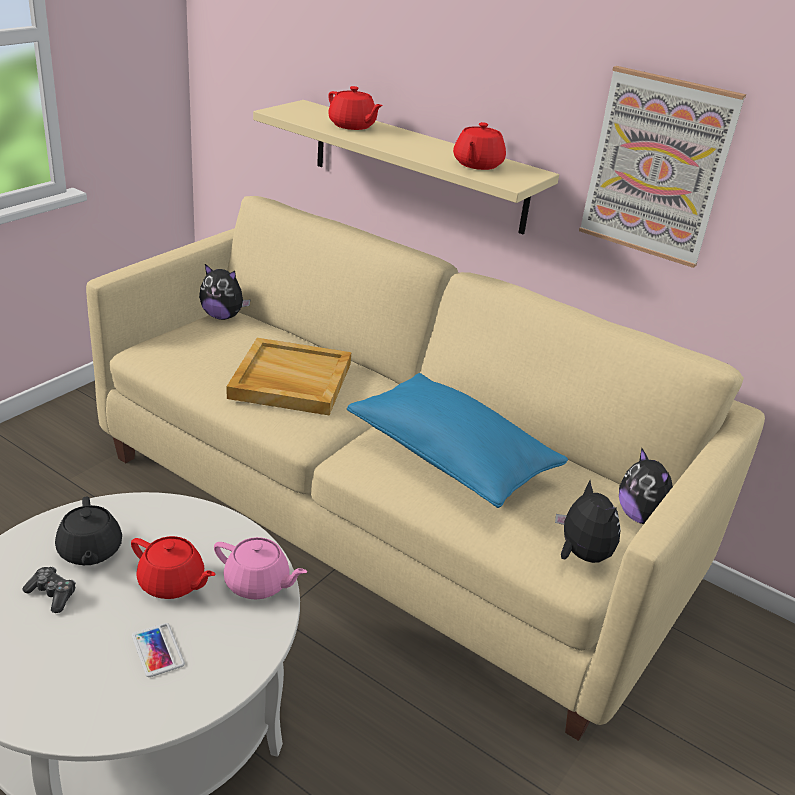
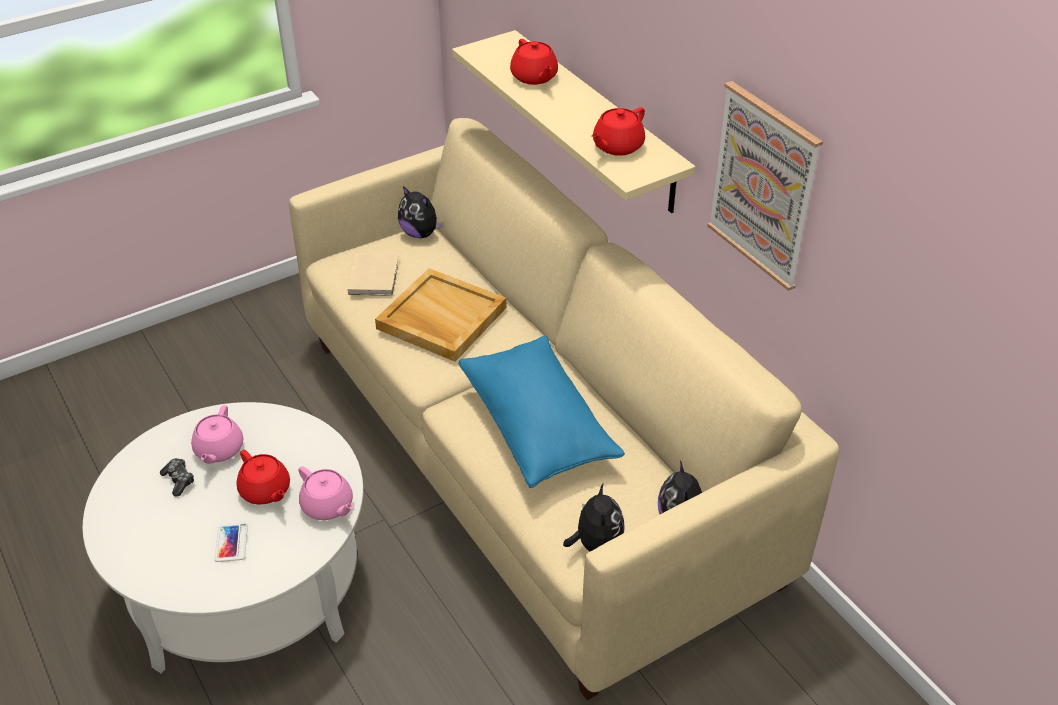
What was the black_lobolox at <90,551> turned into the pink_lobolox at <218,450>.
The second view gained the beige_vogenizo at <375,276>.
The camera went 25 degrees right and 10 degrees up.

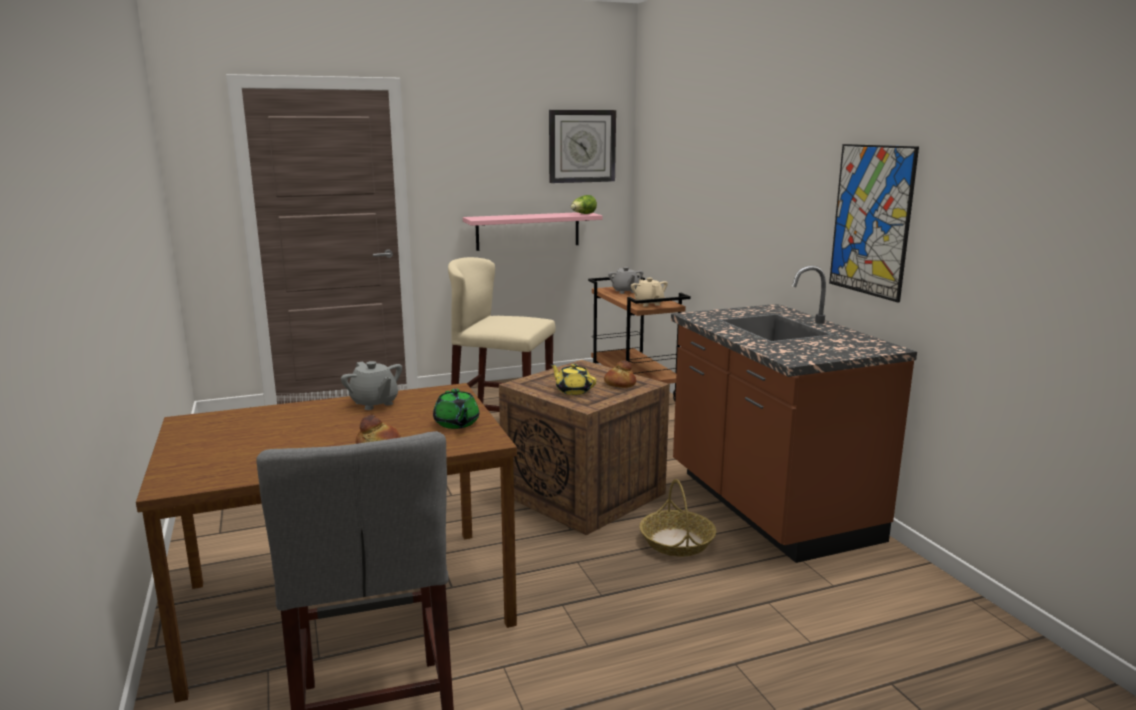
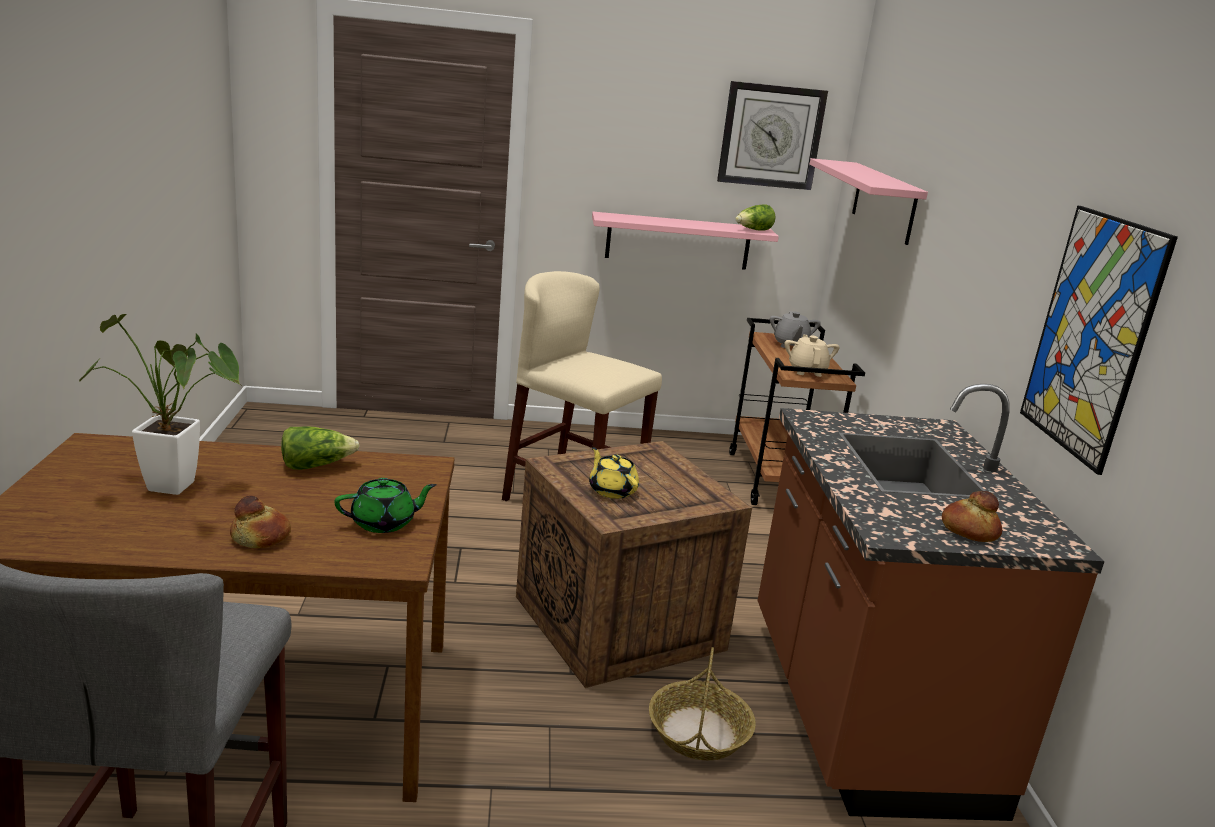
The second view gained the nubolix at <181,488>.
Where the grey_lobolox stood at <374,403>, the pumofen came to stand at <316,465>.
The green_lobolox at <456,423> ended up facing another way, 105 degrees counterclockwise from before.
The second view gained the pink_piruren at <883,202>.
The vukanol ended up elsewhere, having gone from <619,384> to <968,531>.
The camera went 15 degrees right and 5 degrees up.

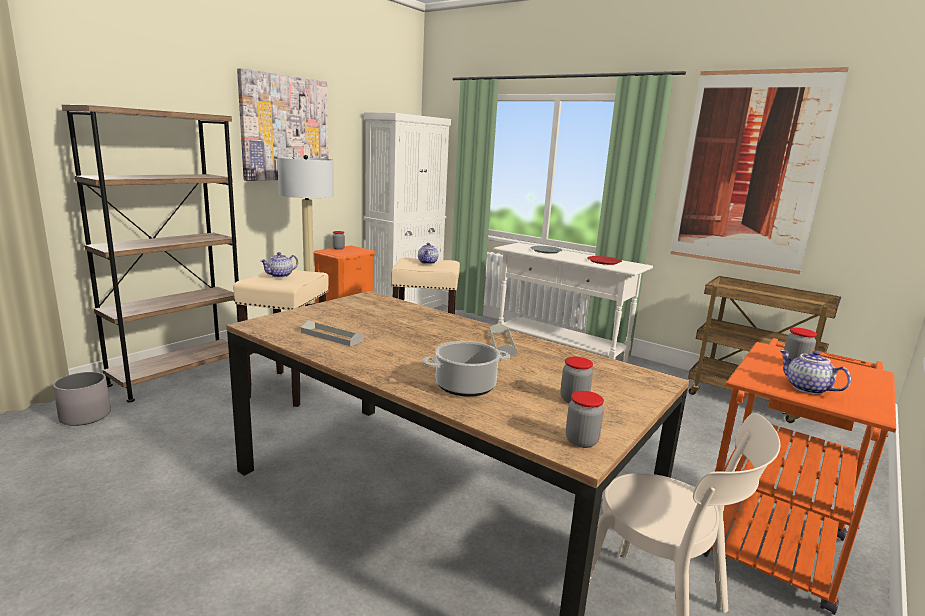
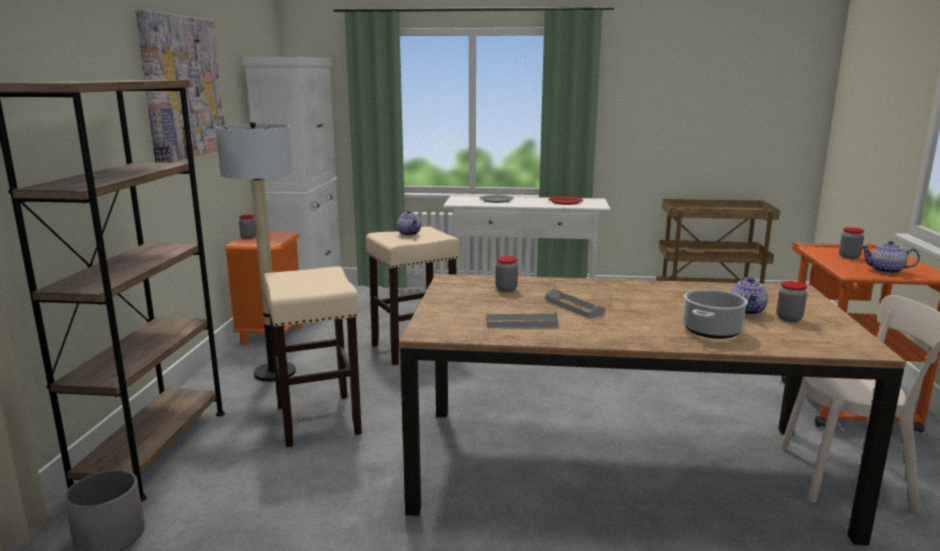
The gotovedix ended up elsewhere, having gone from <581,441> to <506,289>.
The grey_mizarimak ended up elsewhere, having gone from <502,343> to <574,307>.
The lobolox ended up elsewhere, having gone from <280,276> to <747,311>.
The second view lost the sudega at <749,171>.
The camera went 30 degrees left and 0 degrees up.

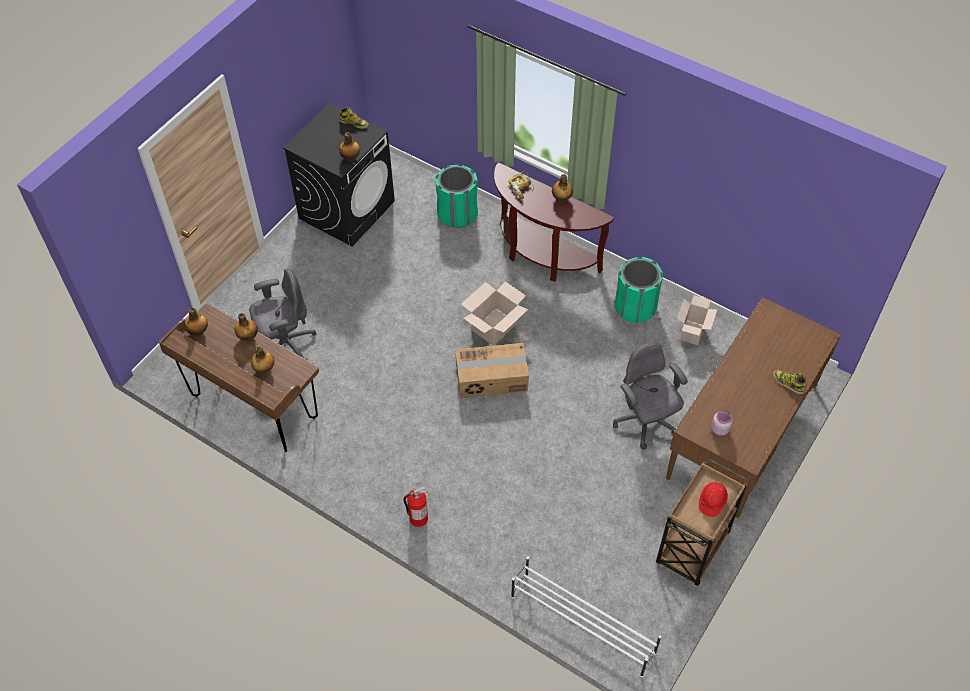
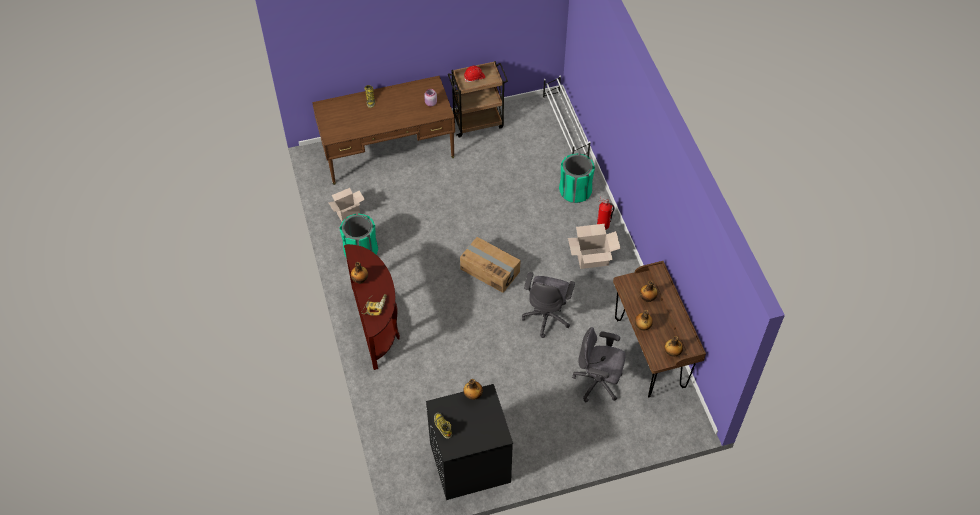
The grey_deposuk ended up elsewhere, having gone from <645,422> to <547,316>.
The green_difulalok ended up elsewhere, having gone from <457,213> to <575,191>.
The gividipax ended up elsewhere, having gone from <494,327> to <592,258>.
The camera went 140 degrees left and 0 degrees up.

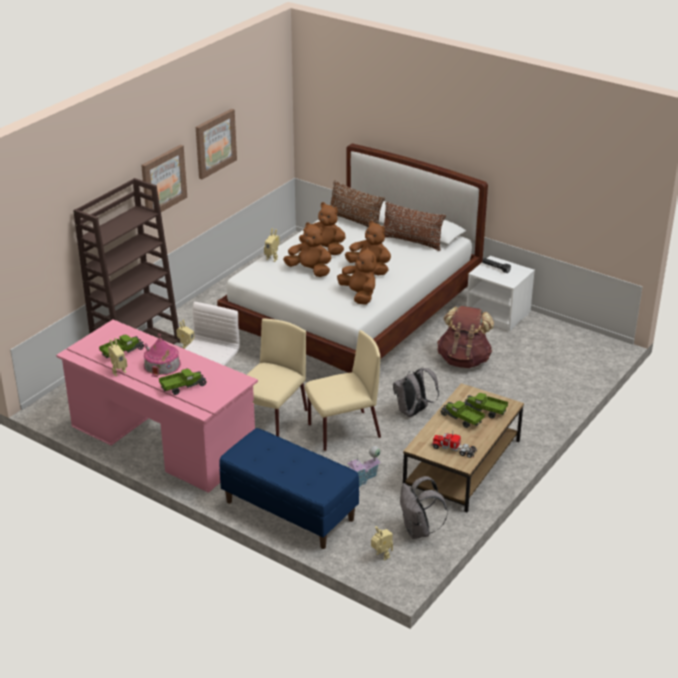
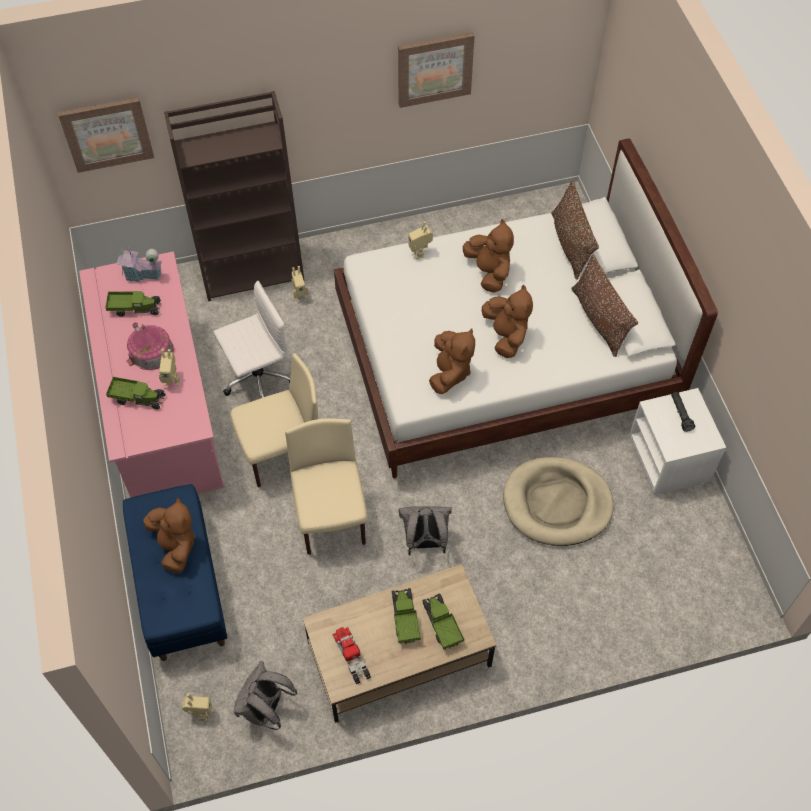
The sudega ended up elsewhere, having gone from <163,181> to <107,133>.
The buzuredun ended up elsewhere, having gone from <363,479> to <142,275>.
The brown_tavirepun ended up elsewhere, having gone from <310,270> to <175,545>.
The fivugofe ended up elsewhere, having gone from <118,371> to <172,379>.
The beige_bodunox at <343,431> ended up facing another way, 120 degrees counterclockwise from before.
Where the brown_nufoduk stood at <464,360>, the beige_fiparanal came to stand at <557,503>.
The camera went 40 degrees right and 25 degrees up.

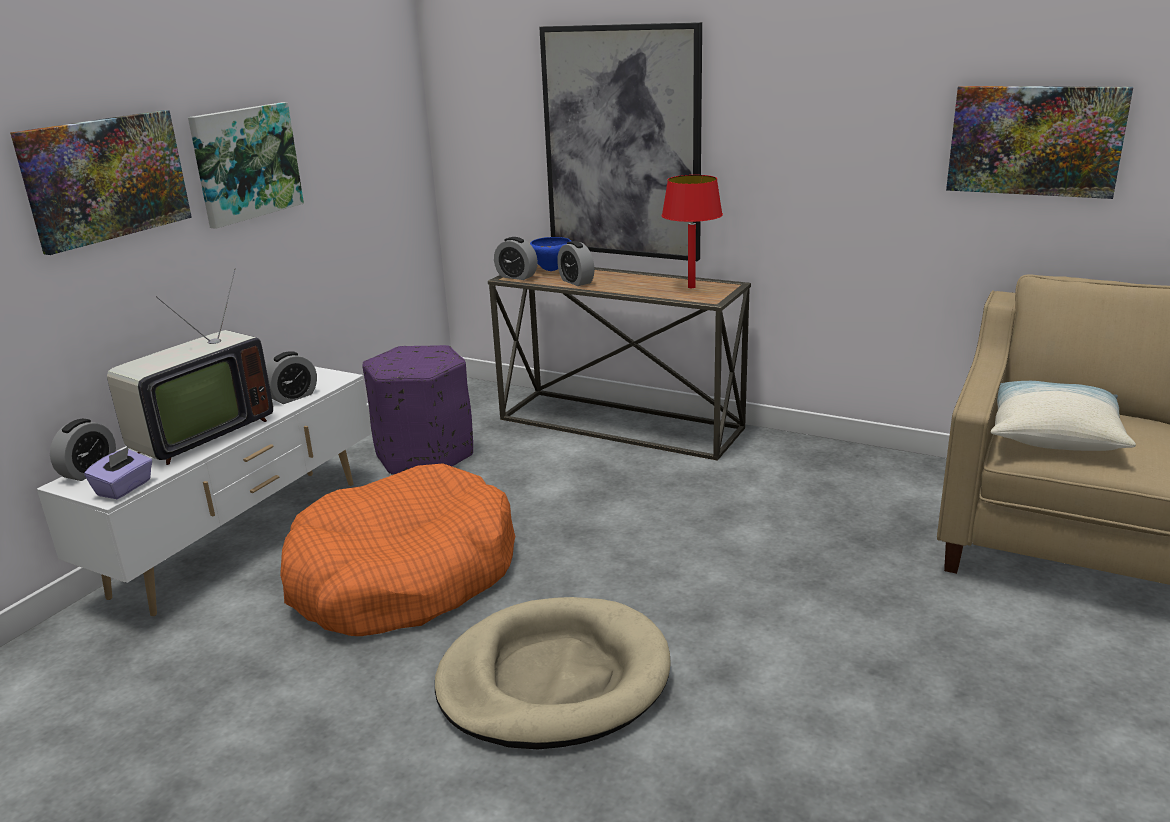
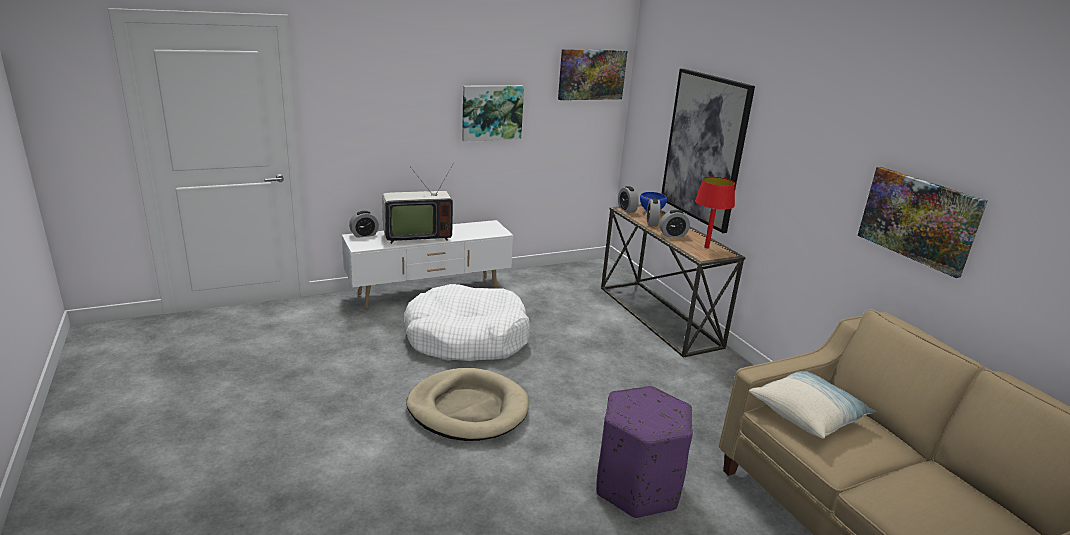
What was the orange_fiparanal at <403,576> turned into the white_fiparanal at <466,338>.
The sudega ended up elsewhere, having gone from <106,178> to <591,74>.
The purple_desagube ended up elsewhere, having gone from <425,455> to <637,487>.
The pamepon ended up elsewhere, having gone from <293,397> to <673,235>.
The second view lost the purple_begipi at <125,488>.
The camera went 35 degrees right and 0 degrees up.

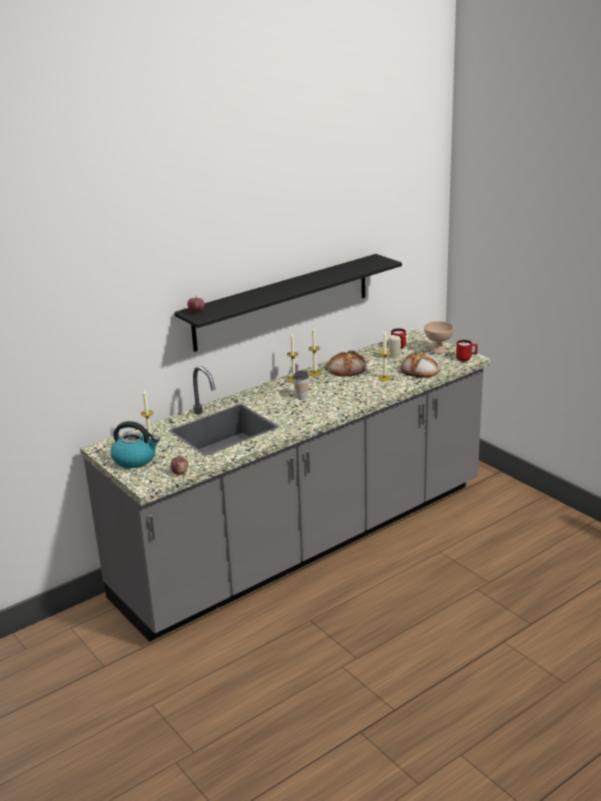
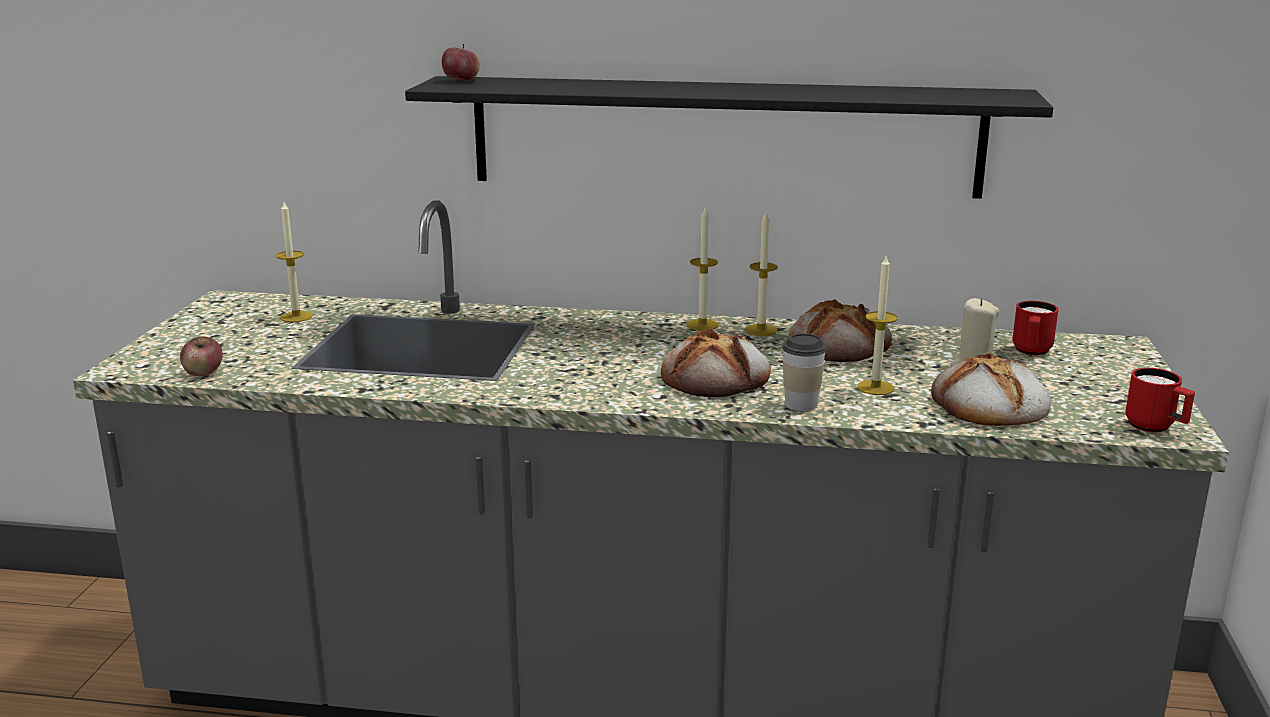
The second view gained the vukanol at <716,377>.
The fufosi ended up elsewhere, having gone from <301,396> to <801,404>.
The second view lost the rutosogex at <135,459>.
The second view lost the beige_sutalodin at <437,350>.
The camera went 45 degrees right and 5 degrees down.

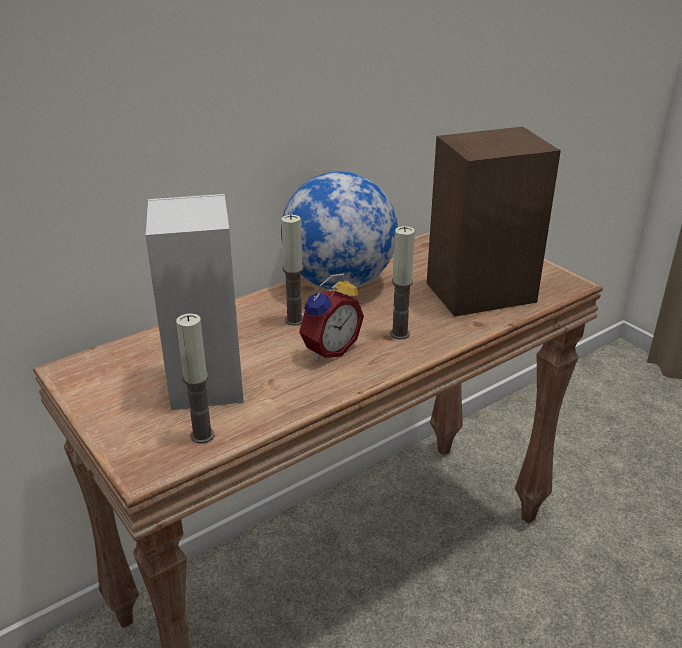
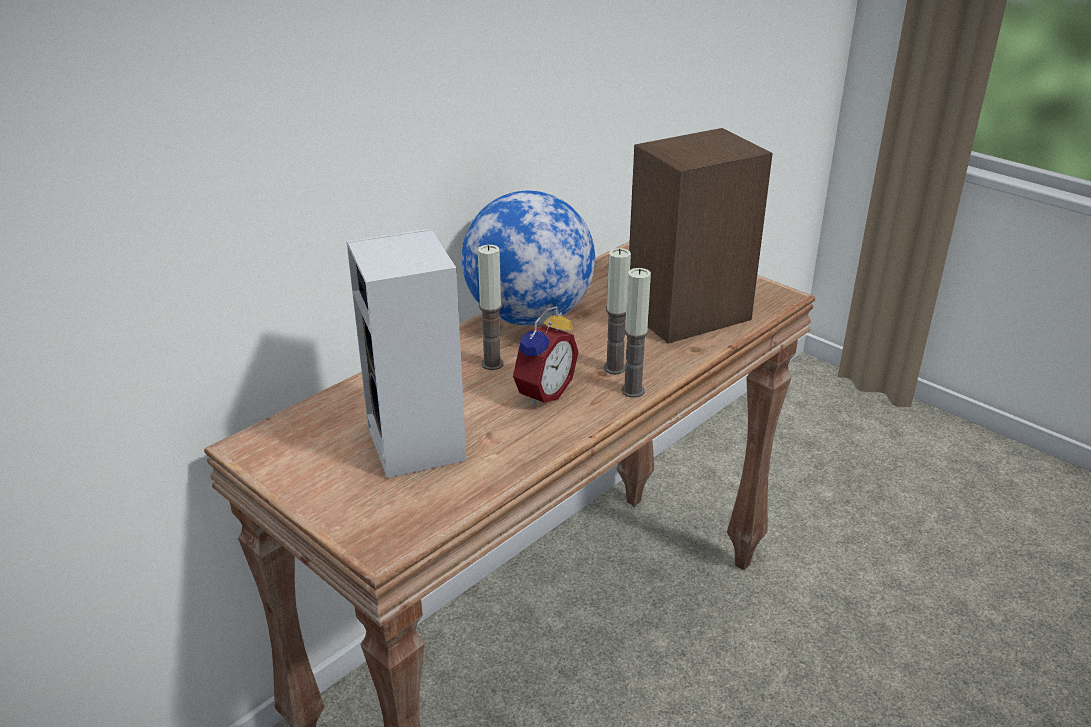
The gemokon ended up elsewhere, having gone from <202,435> to <633,391>.
The camera went 10 degrees left and 0 degrees up.

